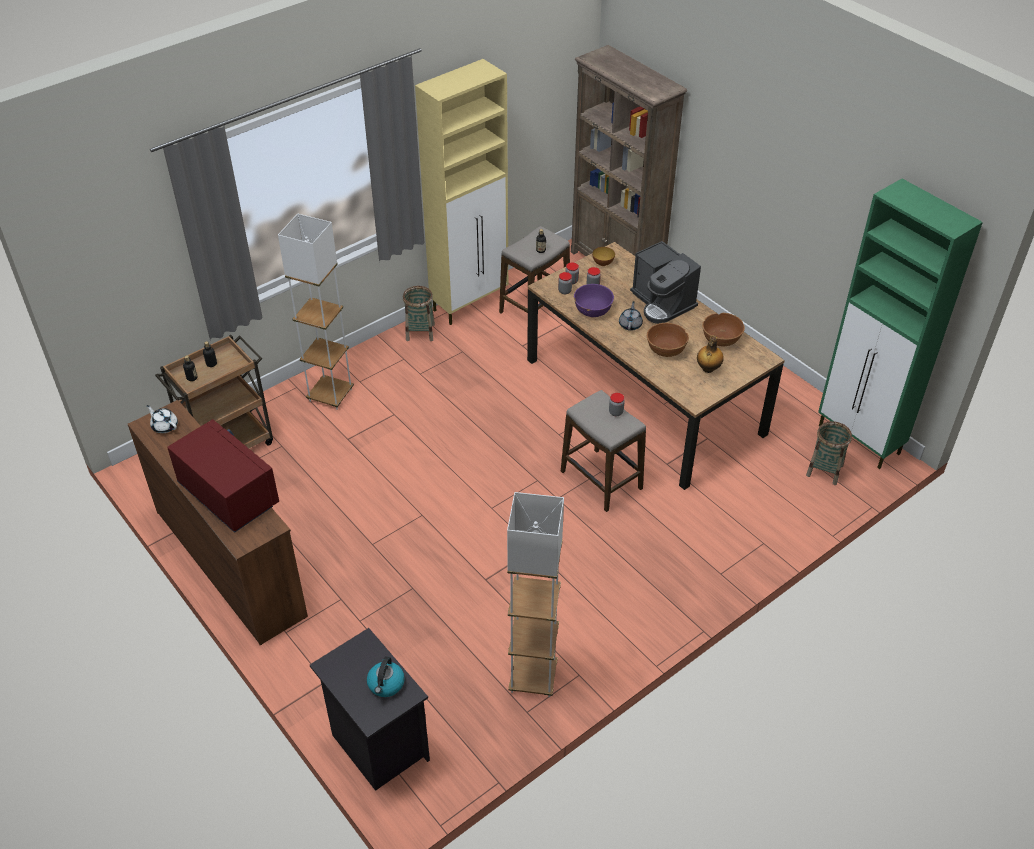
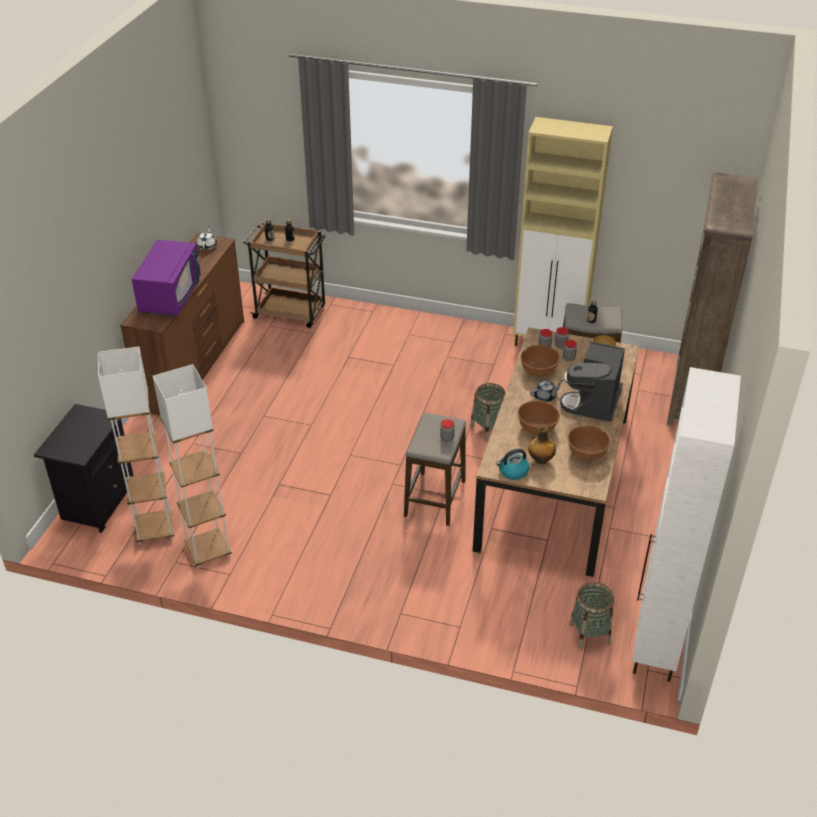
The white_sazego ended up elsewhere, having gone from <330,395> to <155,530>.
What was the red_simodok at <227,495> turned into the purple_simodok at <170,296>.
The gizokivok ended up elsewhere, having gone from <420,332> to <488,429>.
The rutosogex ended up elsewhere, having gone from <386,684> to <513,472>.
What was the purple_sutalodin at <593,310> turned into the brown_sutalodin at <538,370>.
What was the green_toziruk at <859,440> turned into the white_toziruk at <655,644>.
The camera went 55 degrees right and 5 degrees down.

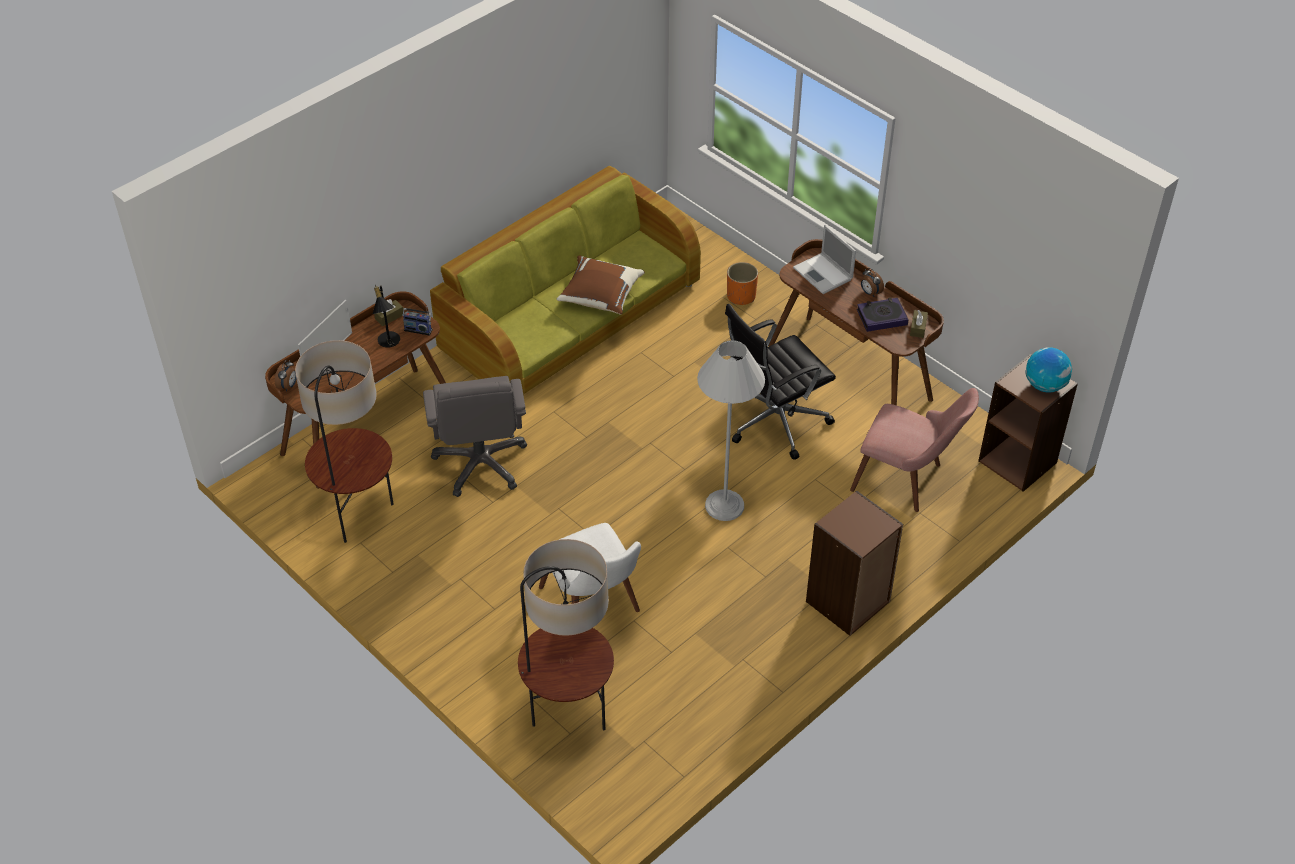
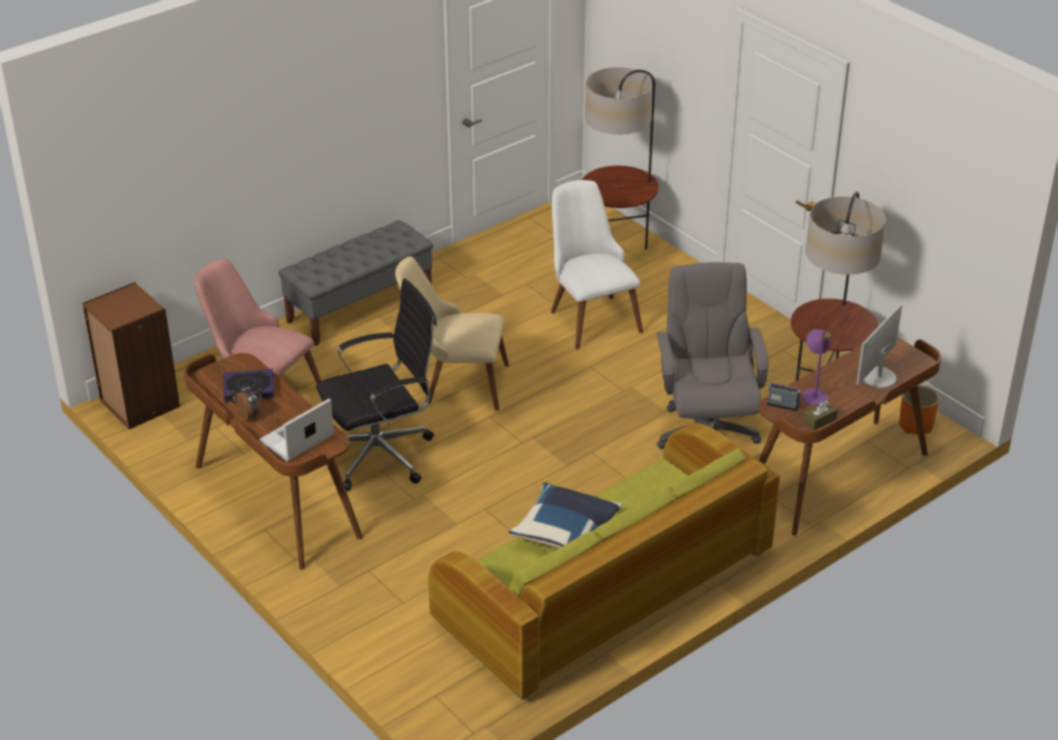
The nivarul at <823,274> ended up facing another way, 105 degrees counterclockwise from before.
Where the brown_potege stood at <848,602>, the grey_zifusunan came to stand at <360,307>.
Where the white_sazego stood at <724,505>, the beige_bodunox came to stand at <455,383>.
What was the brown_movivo at <600,296> turned into the blue_movivo at <567,533>.
What was the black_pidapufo at <388,342> turned into the purple_pidapufo at <814,394>.
The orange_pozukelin ended up elsewhere, having gone from <741,296> to <915,425>.
The second view lost the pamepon at <288,386>.
The second view lost the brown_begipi at <918,328>.
The second view lost the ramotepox at <1044,385>.
The camera went 175 degrees left and 10 degrees down.

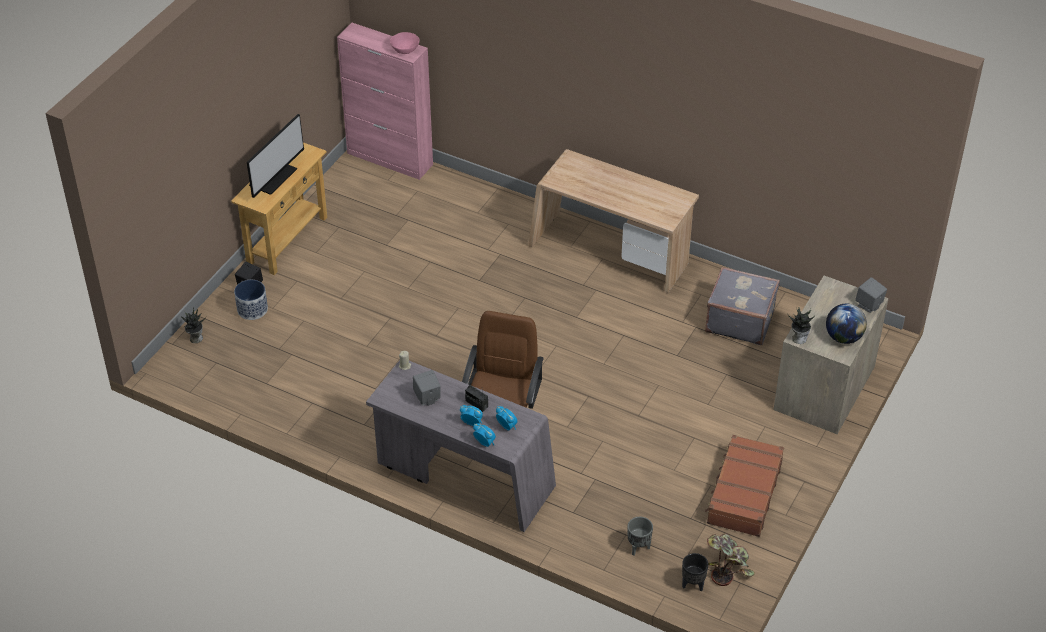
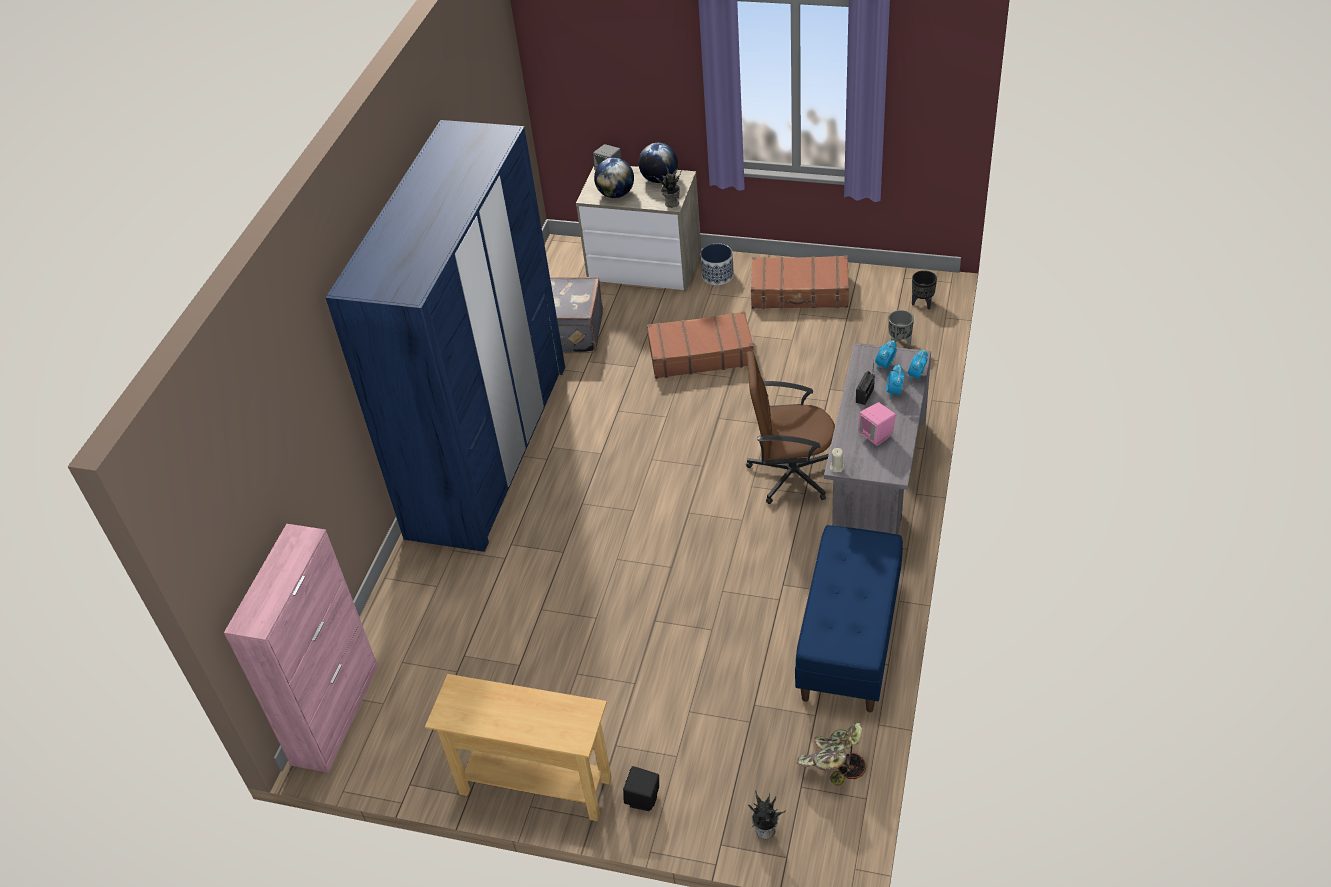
Where the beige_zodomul stood at <610,254>, the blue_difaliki came to stand at <489,448>.
The second view gained the ramotepox at <616,194>.
The second view gained the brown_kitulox at <700,354>.
The pozukelin ended up elsewhere, having gone from <252,309> to <717,276>.
The second view gained the blue_zifusunan at <850,641>.
The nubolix ended up elsewhere, having gone from <727,567> to <832,765>.
What was the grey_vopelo at <427,398> turned into the pink_vopelo at <876,435>.
The second view lost the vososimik at <274,177>.
The second view lost the pink_sutalodin at <405,49>.
The camera went 100 degrees left and 0 degrees up.

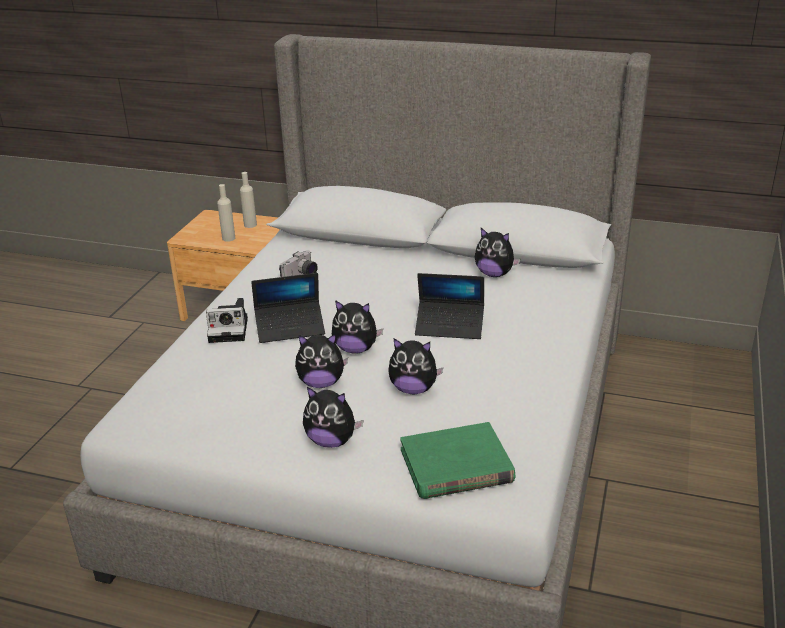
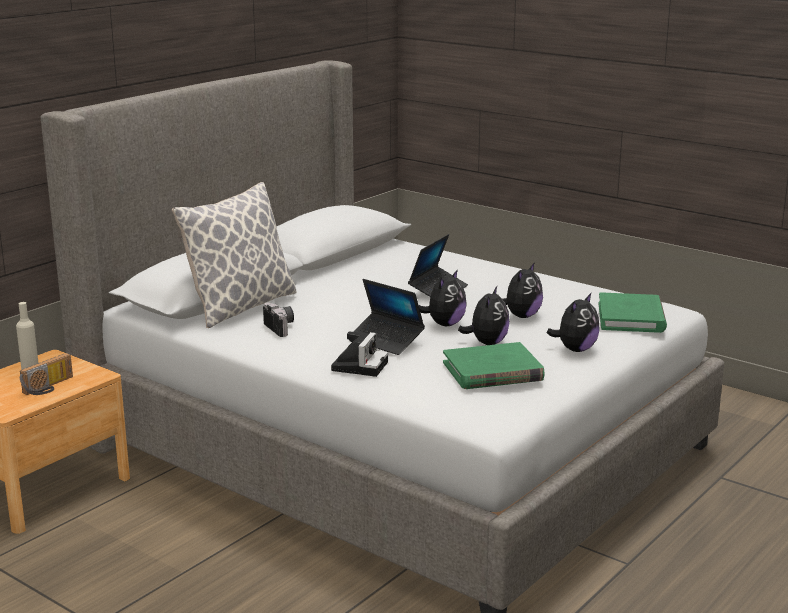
Where the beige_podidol stood at <228,238>, the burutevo came to stand at <49,387>.
The second view gained the movivo at <240,307>.
The nivarul at <290,328> ended up facing another way, 120 degrees clockwise from before.
The second view gained the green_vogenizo at <492,371>.
The second view lost the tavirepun at <494,274>.
The camera went 70 degrees left and 10 degrees down.

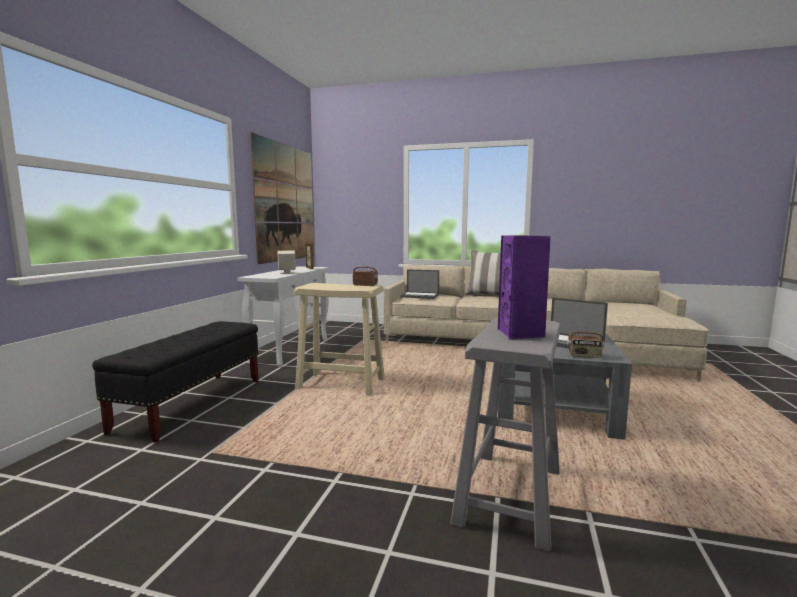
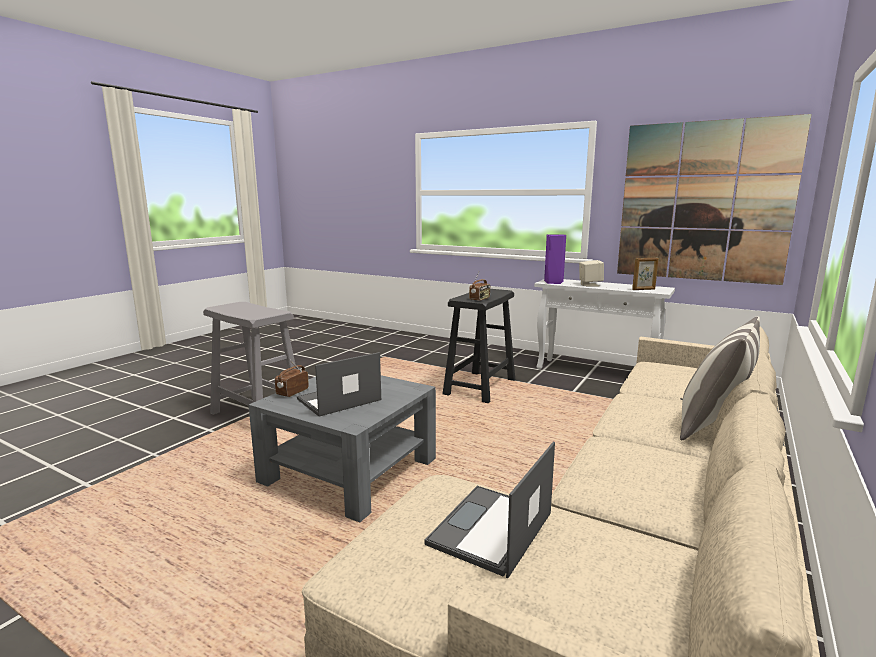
The nivarul ended up elsewhere, having gone from <420,296> to <490,530>.
What was the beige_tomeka at <340,384> turned into the black_tomeka at <480,387>.
The purple_vopelo ended up elsewhere, having gone from <521,334> to <553,282>.
The second view lost the black_zifusunan at <192,404>.
The camera went 105 degrees right and 5 degrees up.

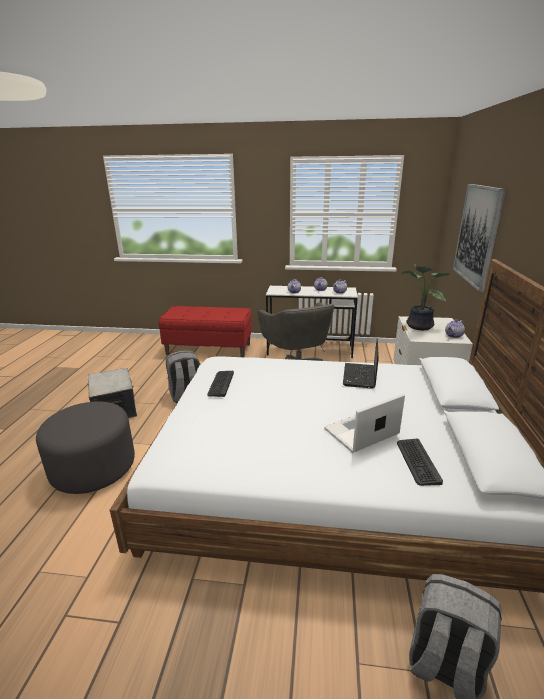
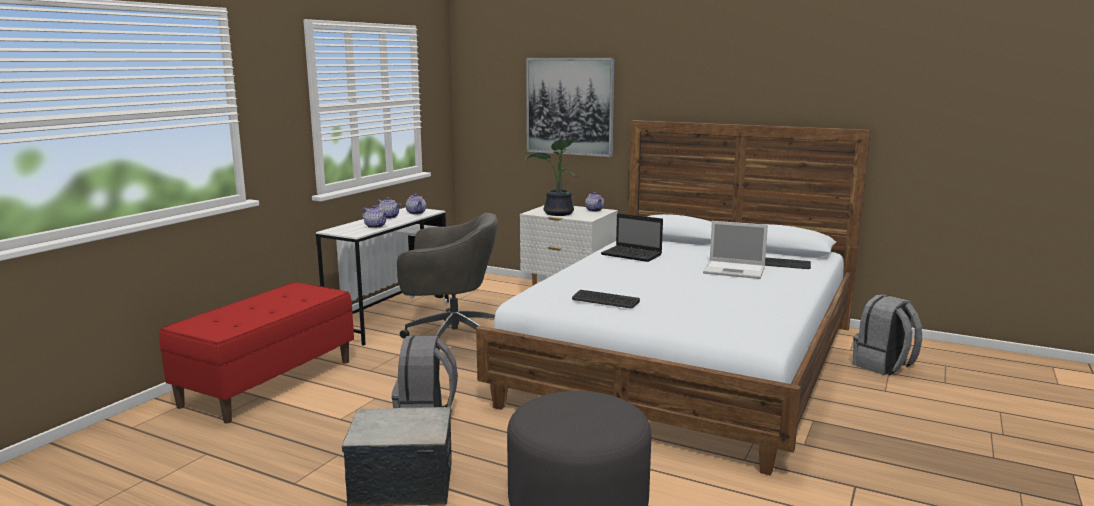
The nivarul at <360,433> ended up facing another way, 60 degrees counterclockwise from before.
The camera went 70 degrees left and 10 degrees down.

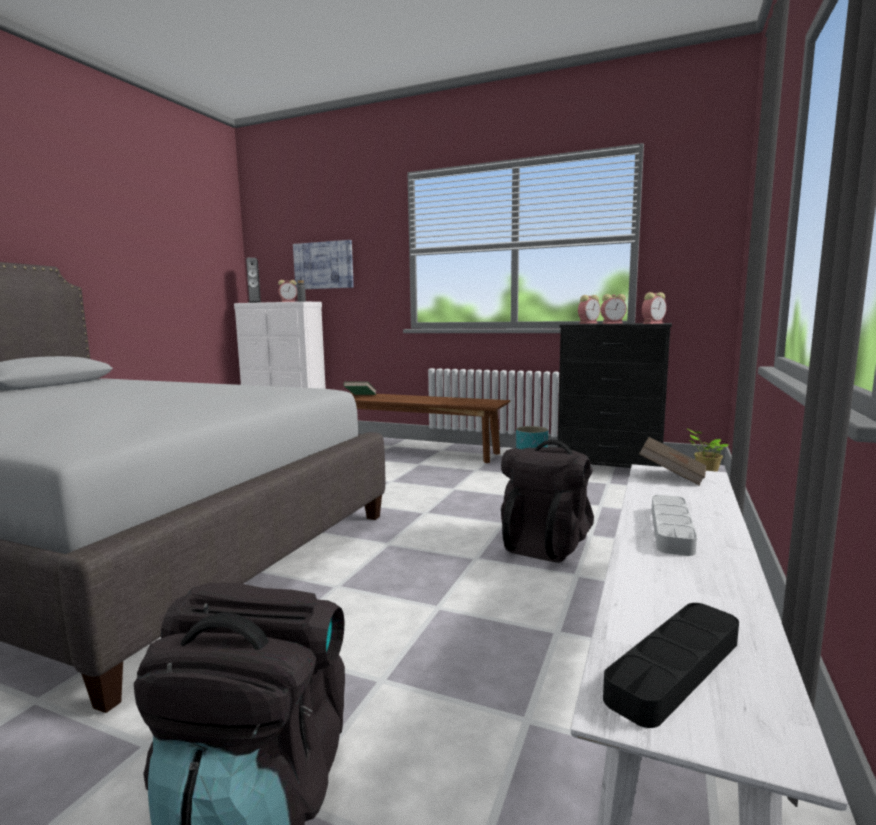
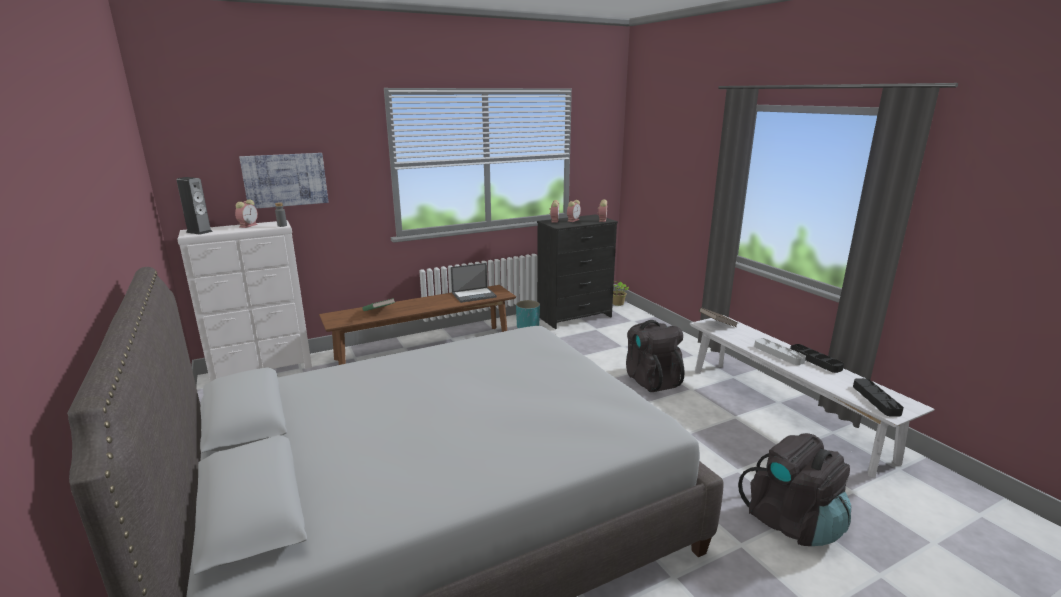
The second view gained the nivarul at <474,295>.
The second view gained the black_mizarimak at <815,361>.
The camera went 50 degrees left and 10 degrees up.

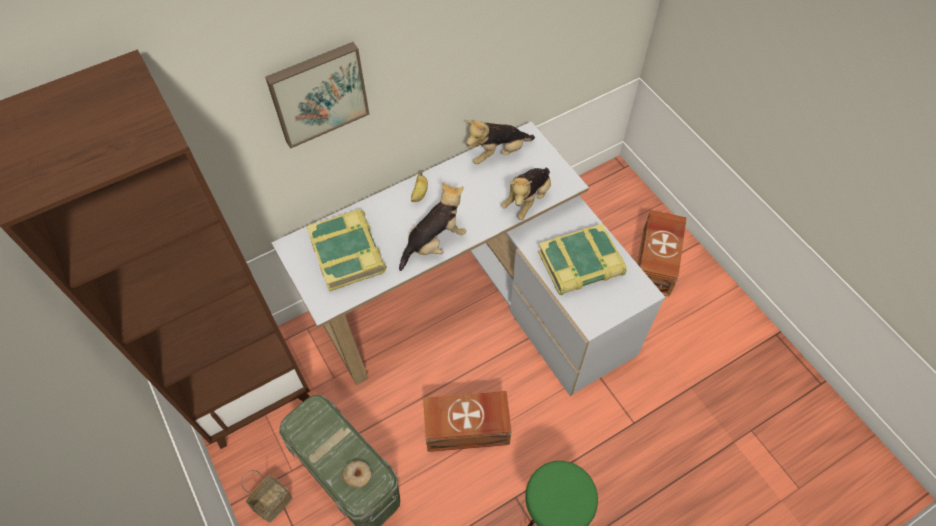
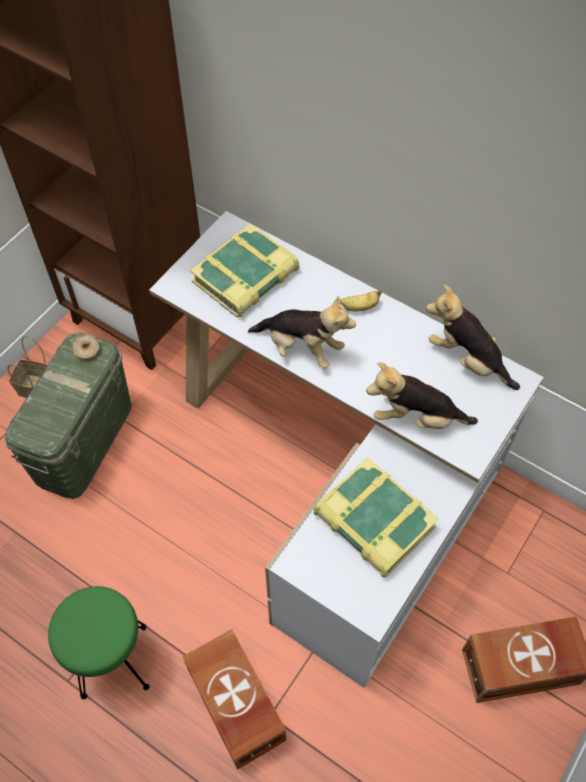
The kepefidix ended up elsewhere, having gone from <358,475> to <87,350>.
The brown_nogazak ended up elsewhere, having gone from <468,429> to <235,707>.
The second view lost the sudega at <318,93>.
The camera went 65 degrees right and 0 degrees up.

